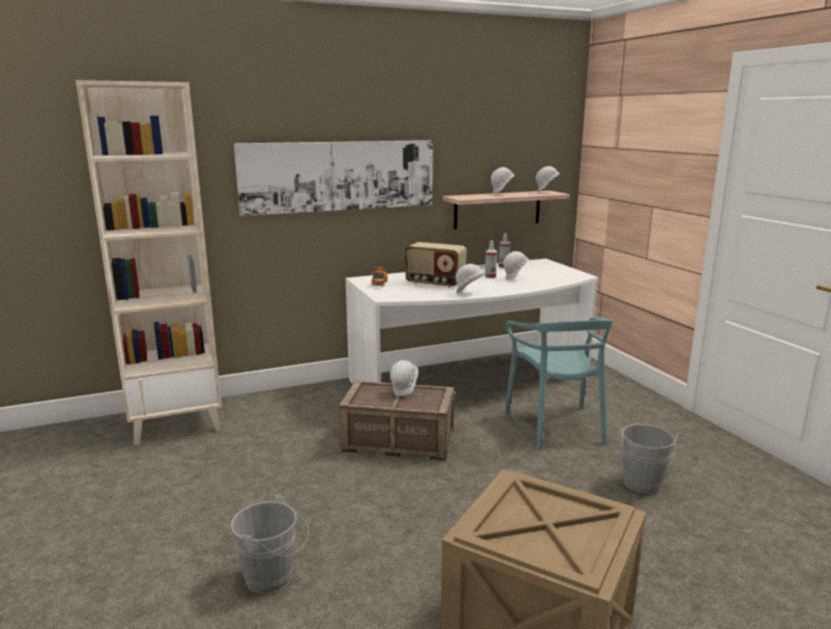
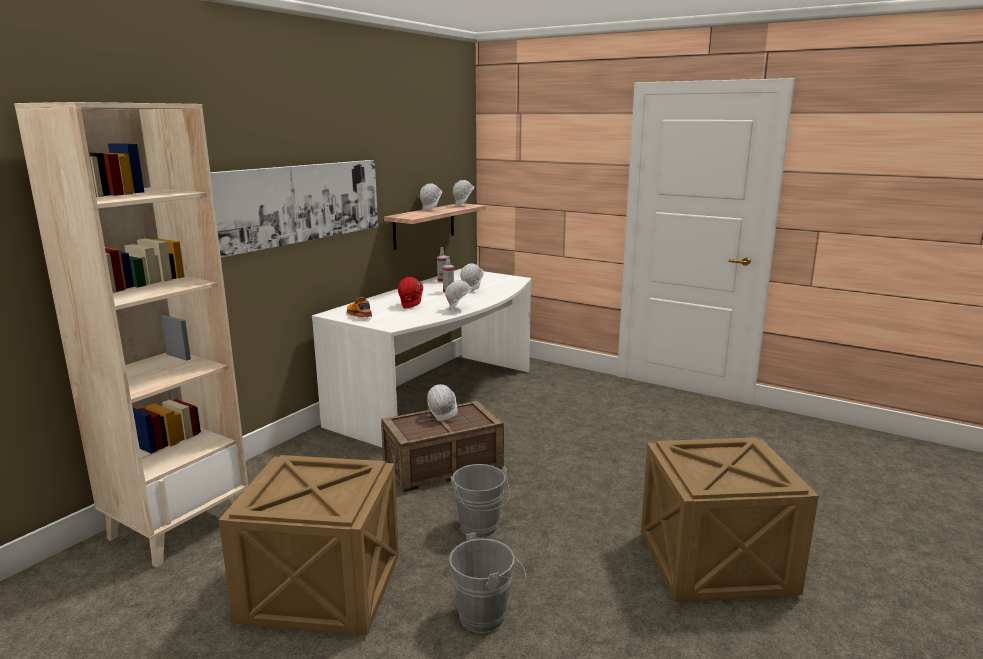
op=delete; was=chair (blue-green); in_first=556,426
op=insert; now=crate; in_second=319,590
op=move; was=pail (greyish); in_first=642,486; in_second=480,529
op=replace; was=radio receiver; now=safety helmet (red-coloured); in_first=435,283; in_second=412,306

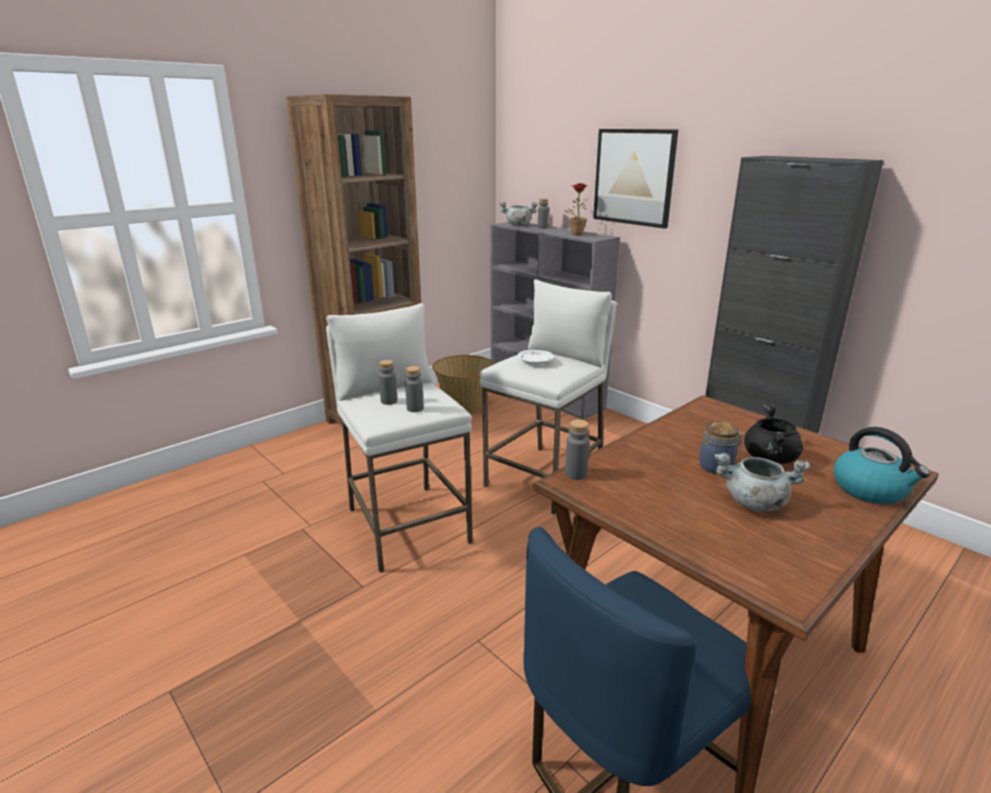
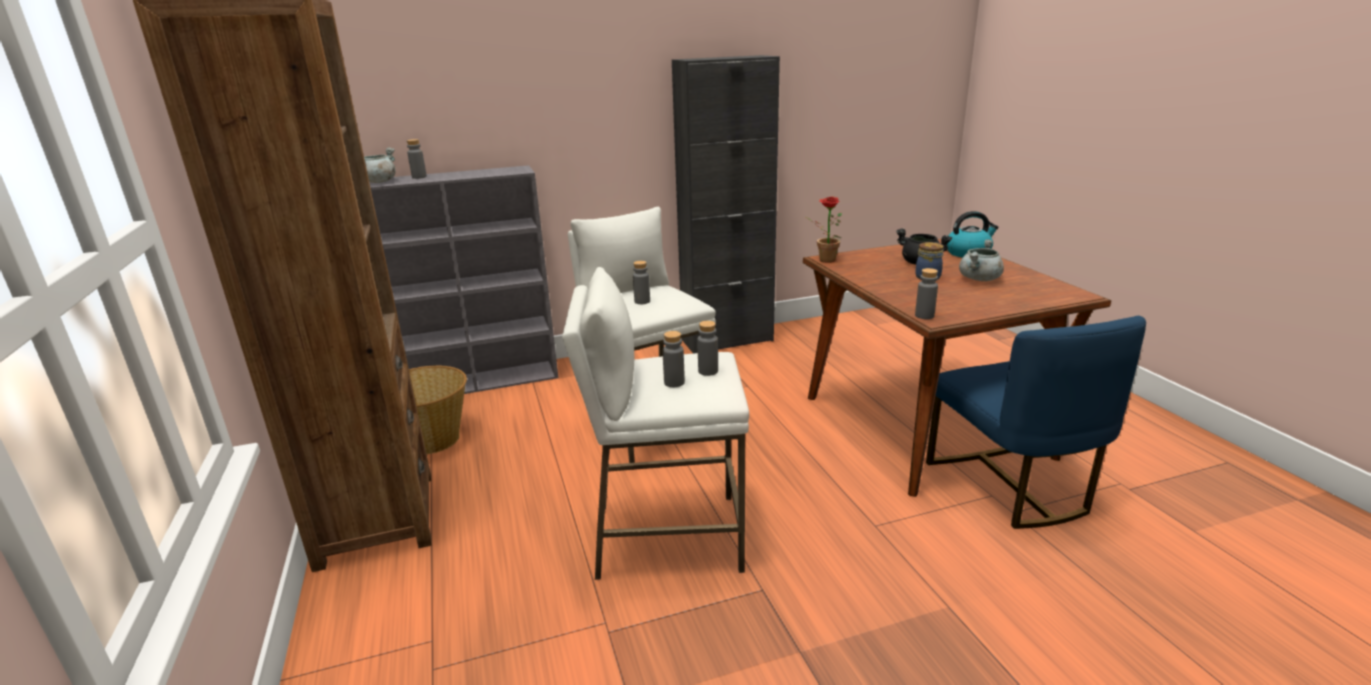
op=delete; was=picture; in_first=634,177
op=move; was=houseplant; in_first=576,233; in_second=823,260
op=replace; was=plate (whitish); now=beverage bottle (greyish); in_first=536,362; in_second=642,301

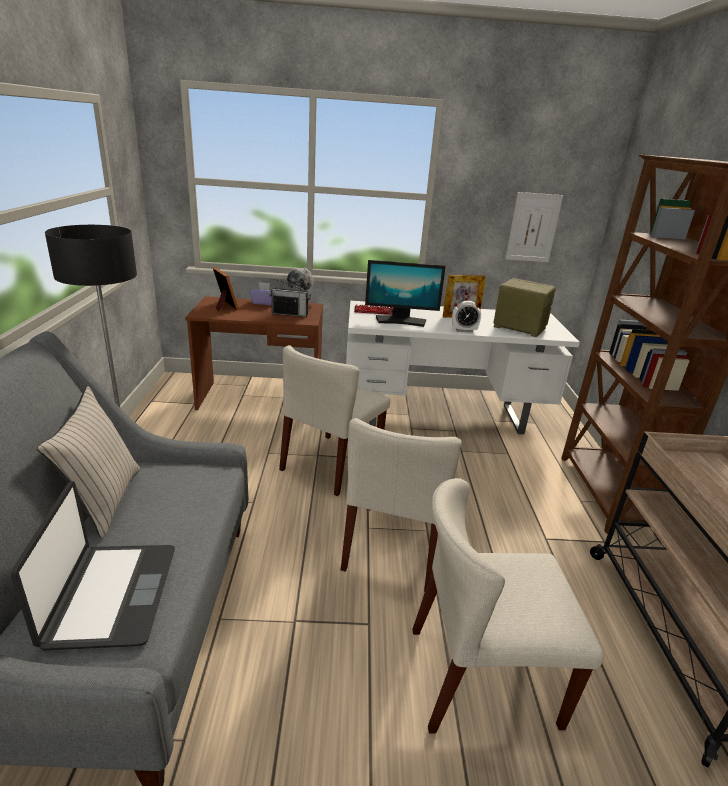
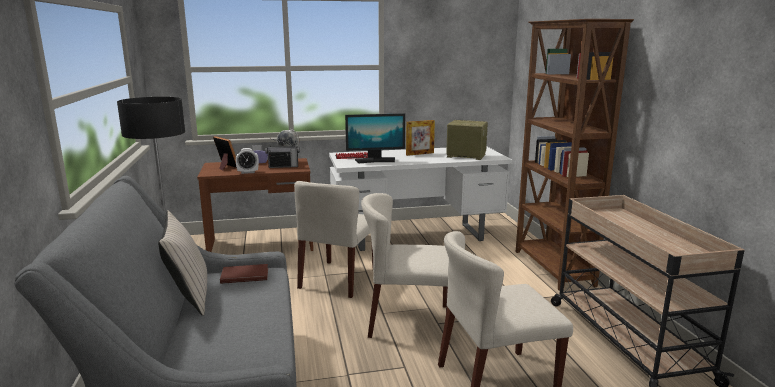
op=delete; was=notebook computer; in_first=110,595
op=delete; was=picture; in_first=533,228
op=insert; now=bound book (brown-coloured); in_second=244,275
op=move; was=bedside clock; in_first=464,330; in_second=248,172
op=rotate; was=chair (beige-coloured); in_first=395,546; in_second=408,321; clockwise=90

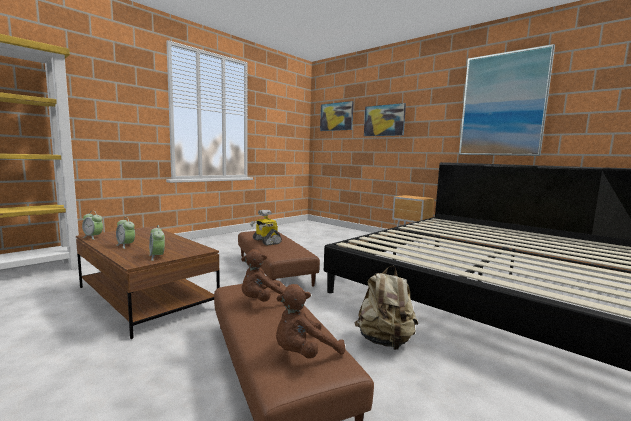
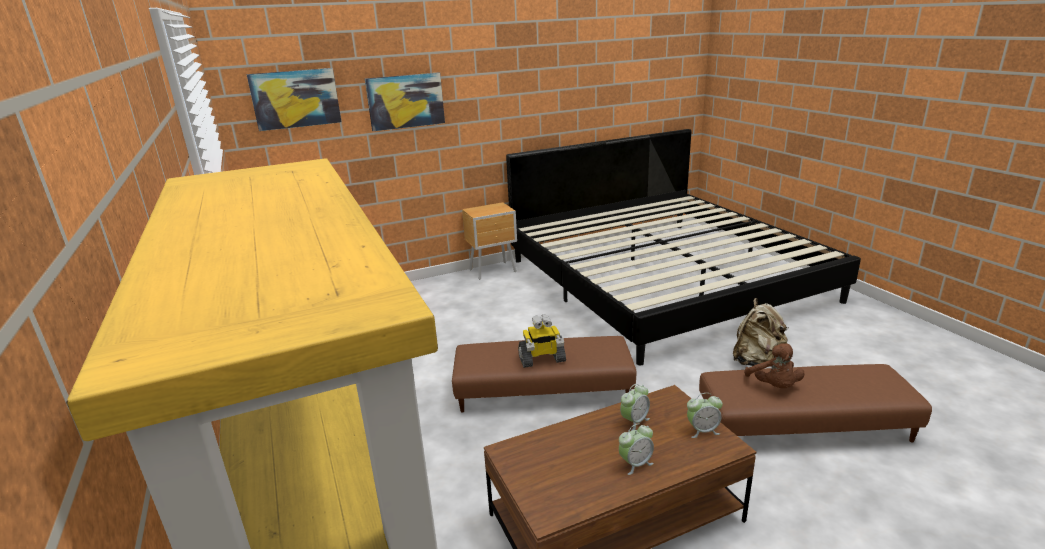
op=delete; was=plush toy (brown-coloured); in_first=304,353
op=delete; was=picture; in_first=502,105
op=move; was=bedside clock; in_first=93,237; in_second=634,421

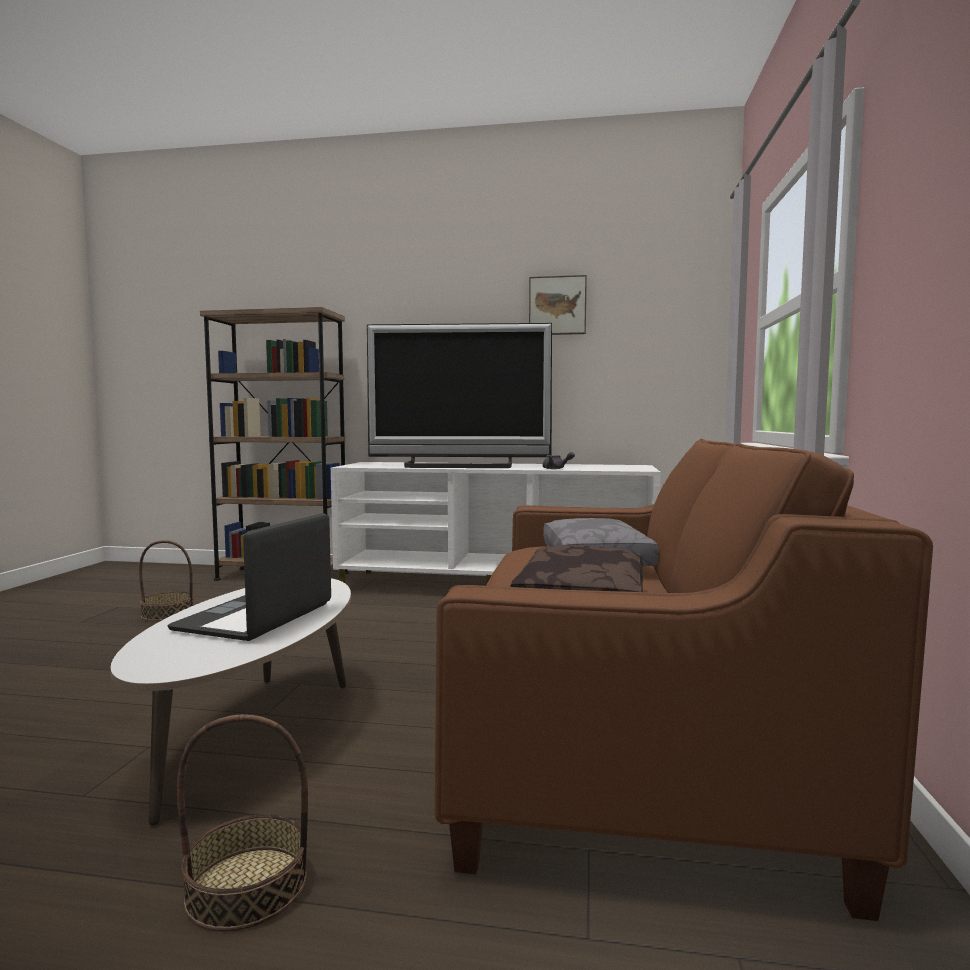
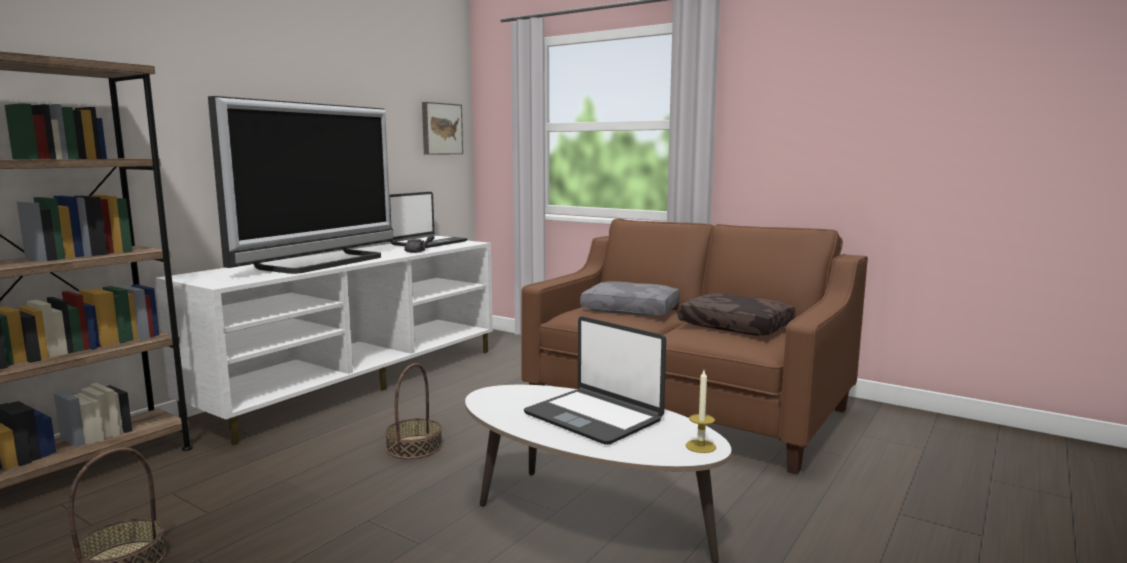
op=insert; now=notebook computer; in_second=428,243
op=insert; now=wax candle; in_second=700,446
op=move; was=basket; in_first=247,886; in_second=414,447
op=move; was=picture; in_first=557,306; in_second=440,129

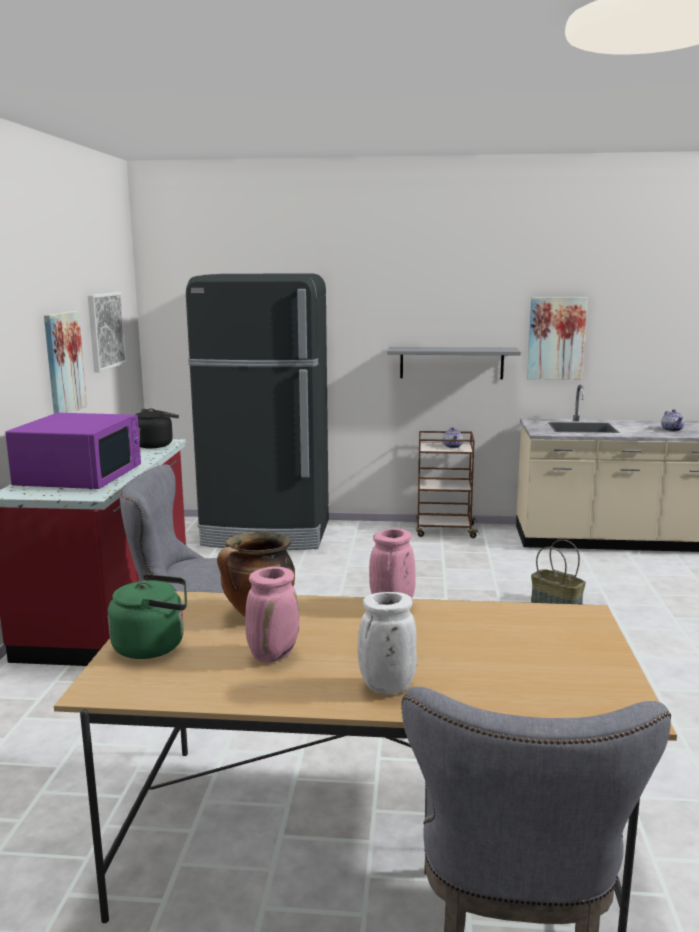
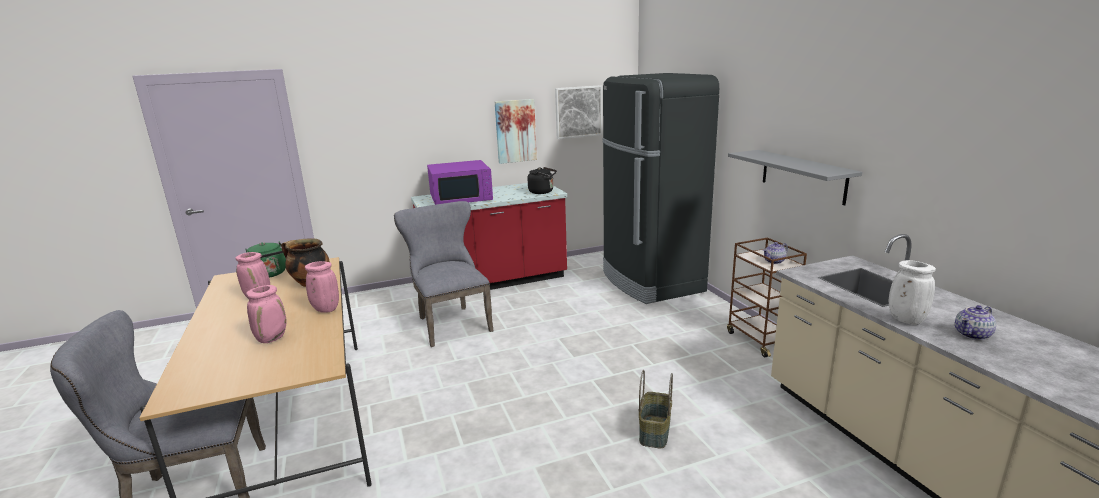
op=delete; was=picture; in_first=556,338
op=insert; now=vase (pink); in_second=272,338
op=move; was=vase (whitish); in_first=386,688; in_second=905,320

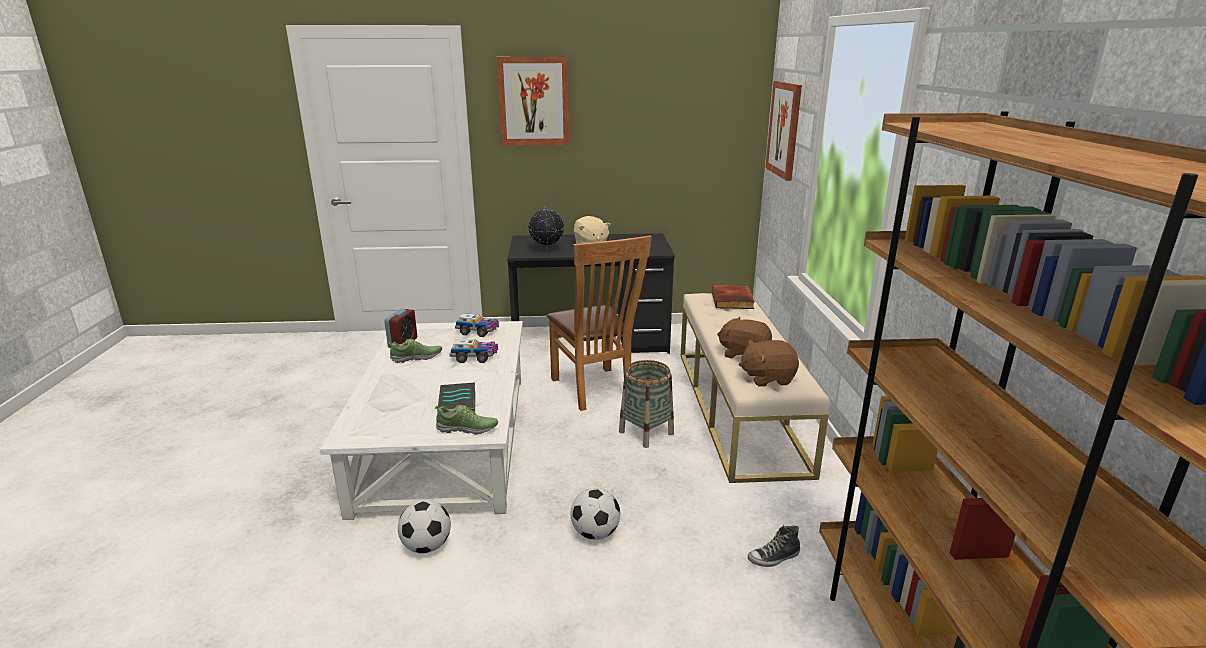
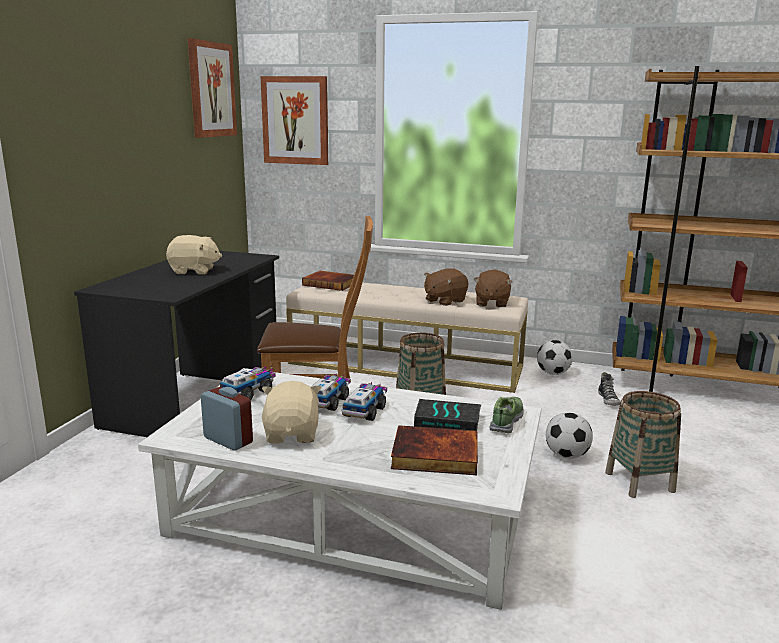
op=delete; was=desk globe; in_first=547,249
op=insert; now=toy truck; in_second=365,411
op=insert; now=bound book; in_second=434,456
op=insert; now=basket; in_second=639,482
op=move; was=football; in_first=427,546; in_second=552,373
op=move; was=picture; in_first=534,101; in_second=211,90
op=replace; was=low shoe; now=plush toy (beige-coloured); in_first=417,358; in_second=292,434

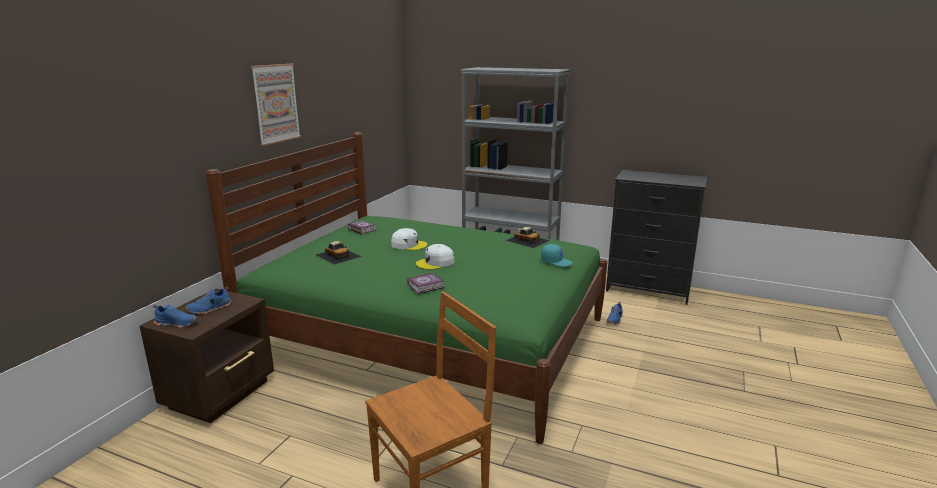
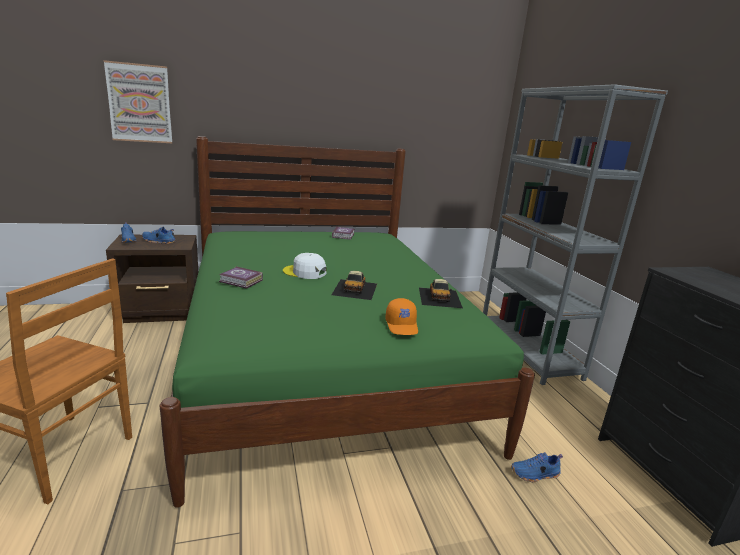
op=delete; was=baseball cap (whitish); in_first=409,245
op=move; was=picture; in_first=275,103; in_second=140,103
op=move; was=toy car; in_first=338,255; in_second=355,289
op=recolor; was=baseball cap (blue-green); now=baseball cap (orange); in_first=556,261; in_second=402,326

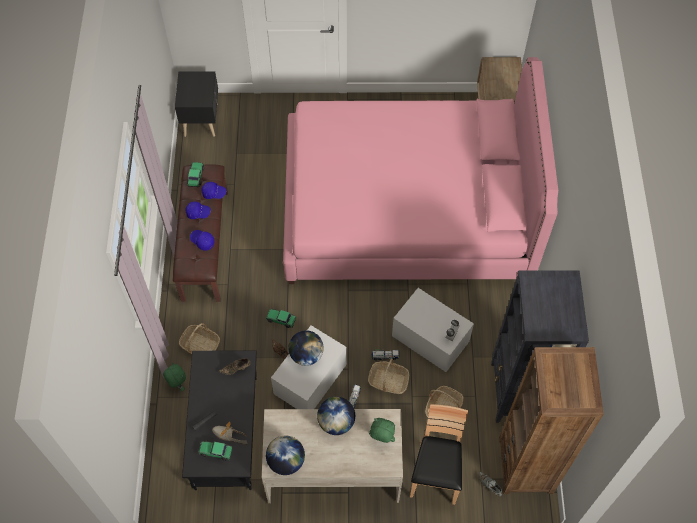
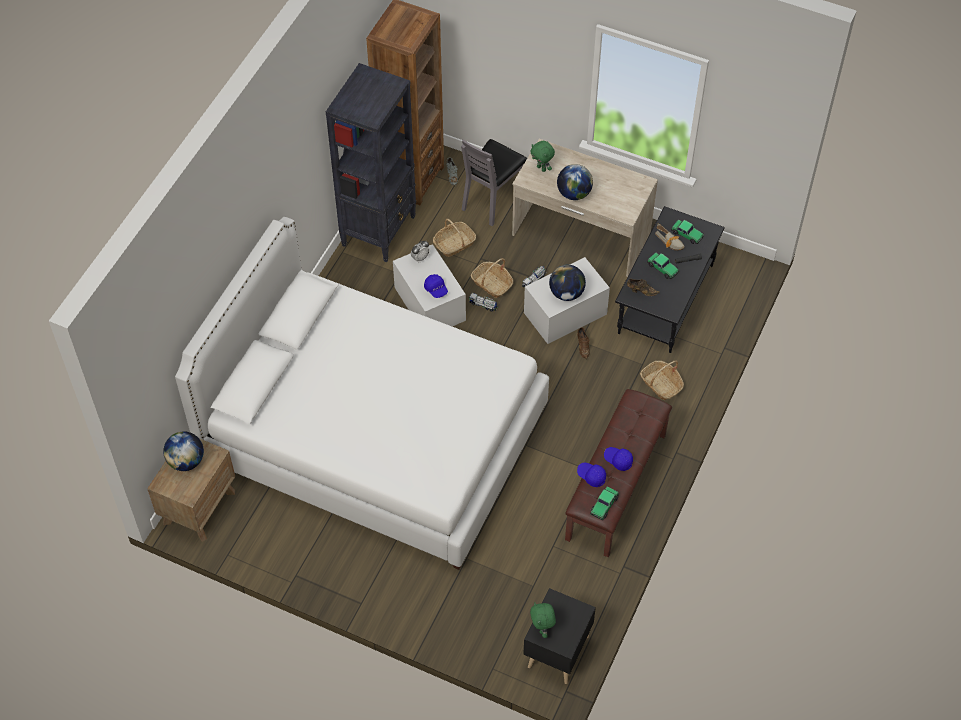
op=move; was=plush toy (green); in_first=177,384; in_second=542,629
op=move; was=baseball cap (bluish); in_first=202,241; in_second=436,289
op=move; was=toy car; in_first=281,319; in_second=663,268
op=move; was=desk globe; in_first=286,461; in_second=186,461
op=recolor; was=bed (pink); now=bed (whitish); in_first=406,210; in_second=374,436
op=recolor; was=chair (brown-coloured); now=chair (greyish); in_first=435,474; in_second=492,200

